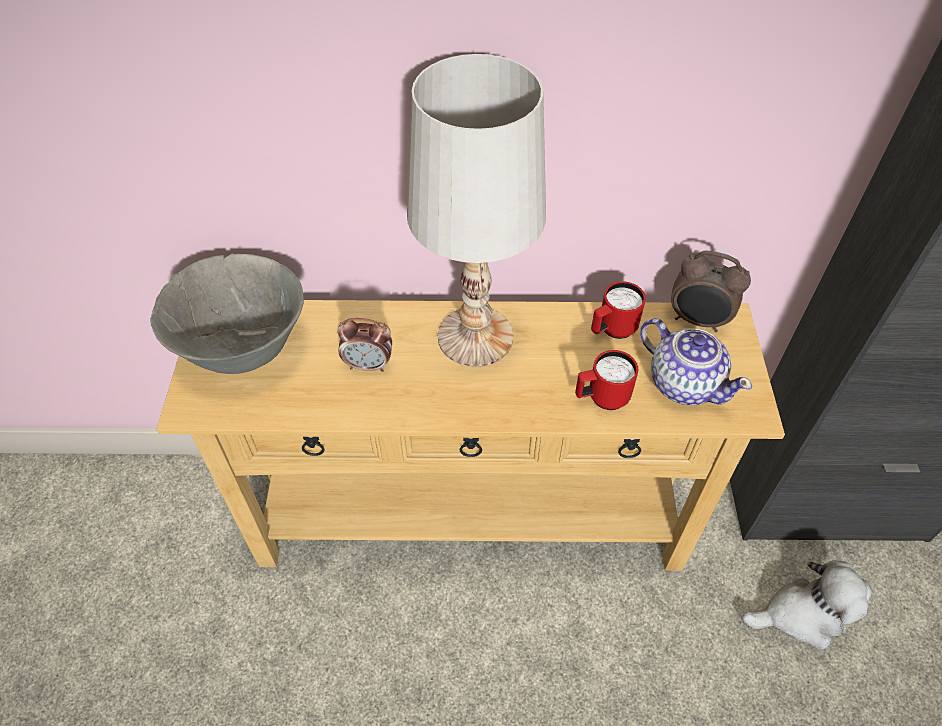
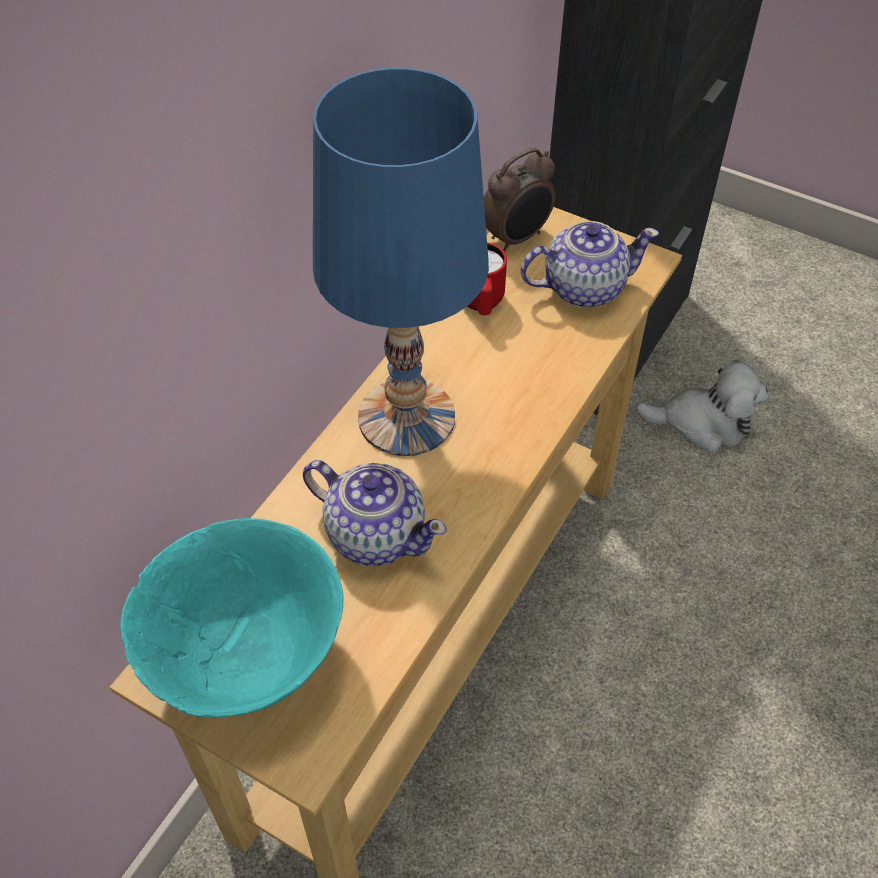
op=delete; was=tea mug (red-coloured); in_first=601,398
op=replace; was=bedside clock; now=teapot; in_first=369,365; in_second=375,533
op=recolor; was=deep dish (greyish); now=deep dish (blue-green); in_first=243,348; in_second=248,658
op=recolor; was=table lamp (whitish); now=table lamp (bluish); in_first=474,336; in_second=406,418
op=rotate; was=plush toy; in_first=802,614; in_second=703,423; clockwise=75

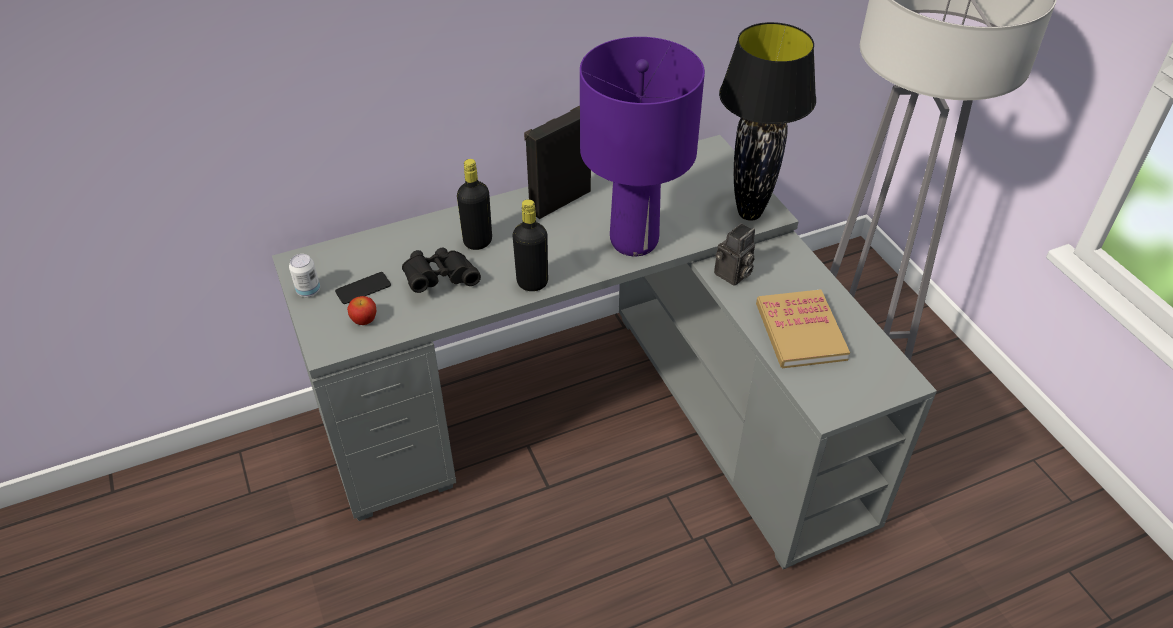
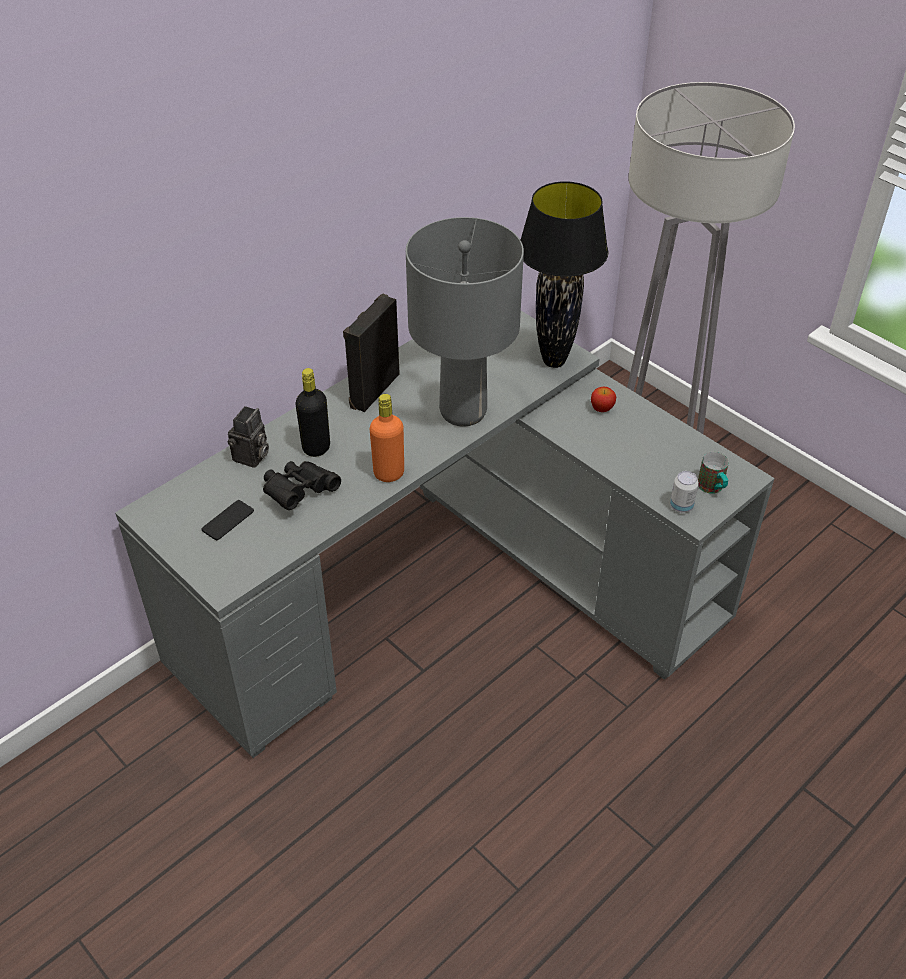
op=delete; was=bound book; in_first=800,331
op=insert; now=tea mug; in_second=712,488
op=move; was=sealed can; in_first=308,291; in_second=681,506
op=move; was=apple fruit; in_first=364,320; in_second=602,408
op=move; was=still camera; in_first=733,275; in_second=251,458
op=recolor; was=beverage bottle (black); now=beverage bottle (orange); in_first=532,283; in_second=389,473
op=recolor; was=table lamp (purple); now=table lamp (greyish); in_first=633,241; in_second=462,411

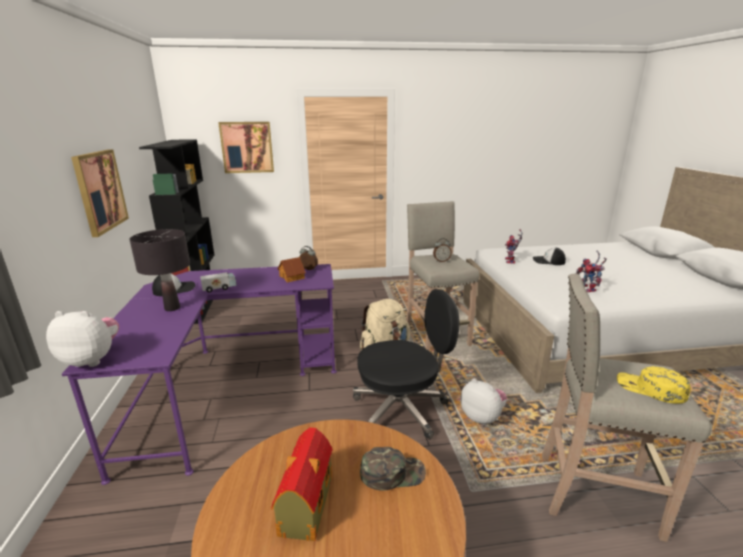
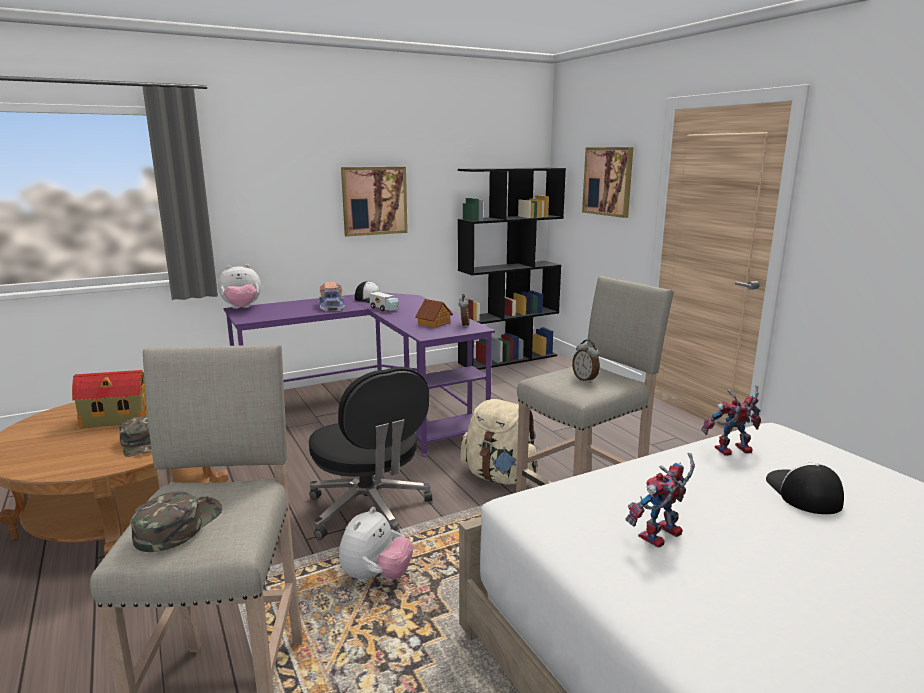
op=replace; was=table lamp (black); now=toy truck; in_first=172,308; in_second=332,306
op=recolor; was=baseball cap (yellow); now=baseball cap (green); in_first=650,389; in_second=178,525
op=rotate; was=plush toy; in_first=92,359; in_second=242,308; clockwise=90

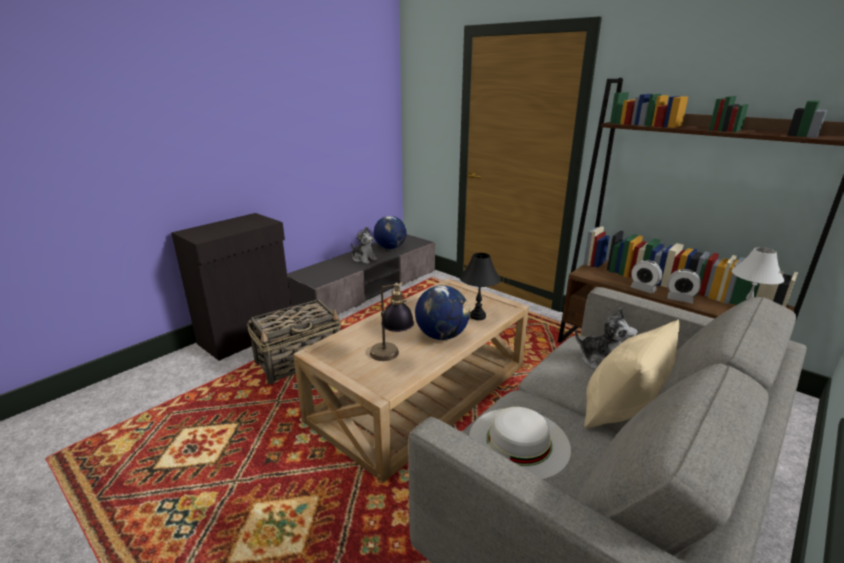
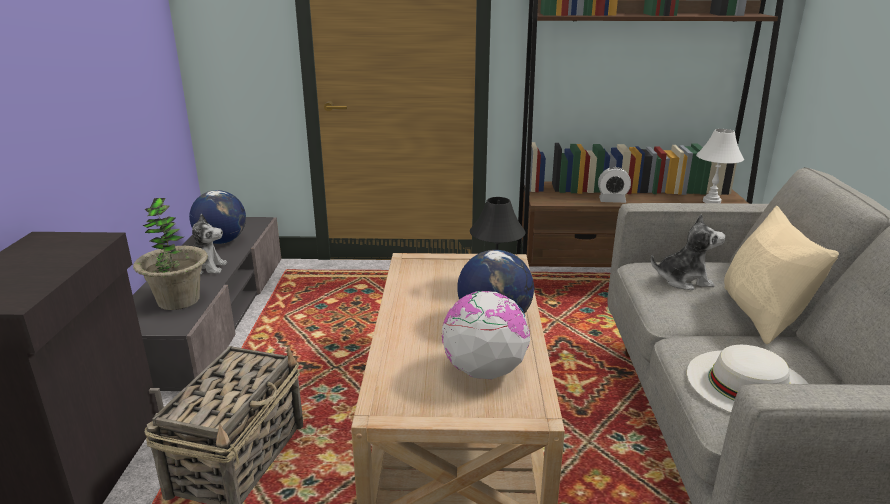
op=delete; was=bedside clock; in_first=680,299
op=insert; now=houseplant; in_second=178,300
op=replace; was=table lamp; now=desk globe; in_first=391,358; in_second=484,371

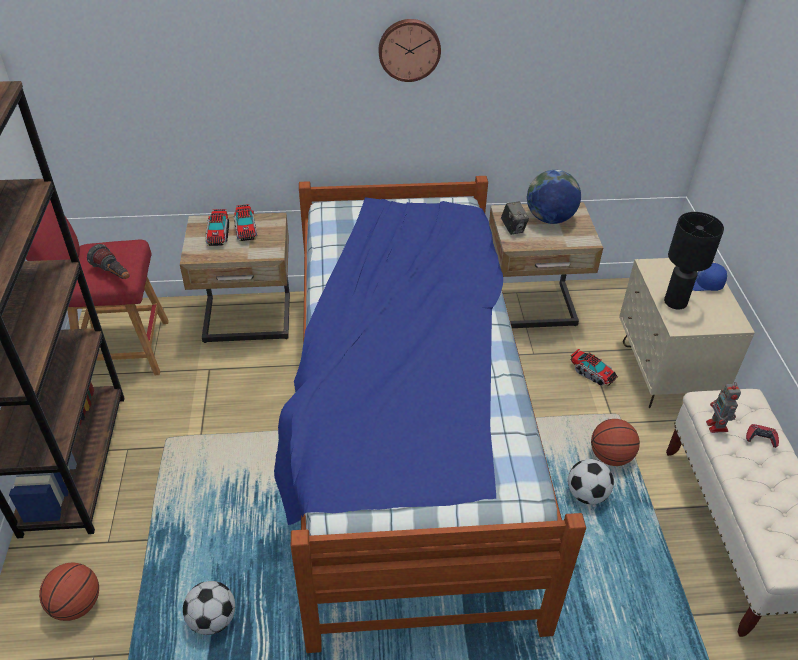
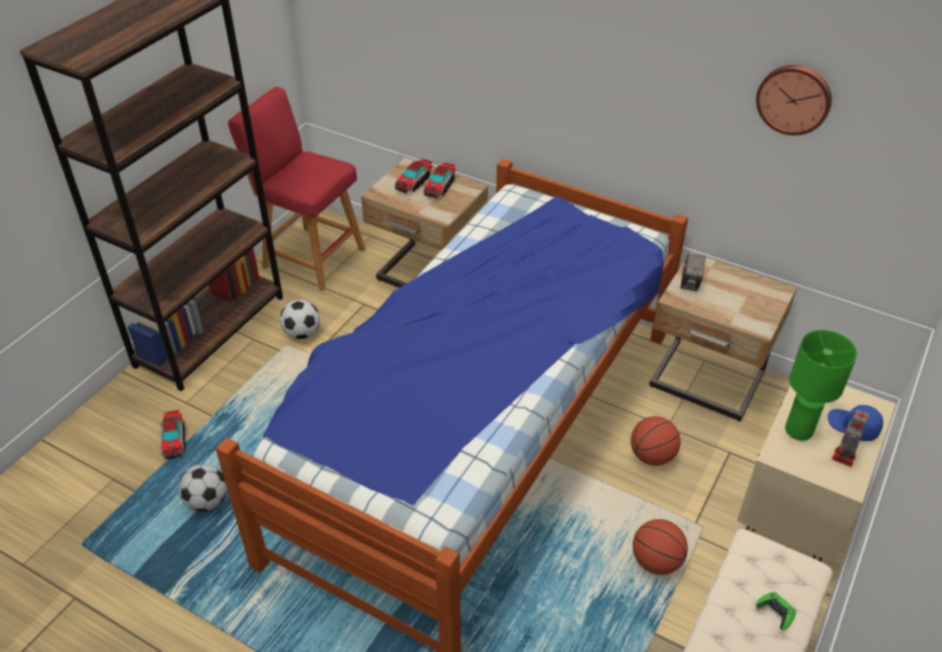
op=delete; was=hand torch; in_first=114,274
op=delete; was=desk globe; in_first=550,218
op=move; was=basketball ball; in_first=76,605; in_second=652,456
op=move; was=wall clock; in_first=409,49; in_second=794,98
op=move; was=football; in_first=586,494; in_second=302,333
op=move; was=toy truck; in_first=592,373; in_second=174,440
op=move; was=robot figure; in_first=717,427; in_second=843,458
op=recolor; was=table lamp (black); now=table lamp (green); in_first=674,302; in_second=798,430
op=recolor; was=gamepad (red-coloured); now=gamepad (green); in_first=761,438; in_second=775,612

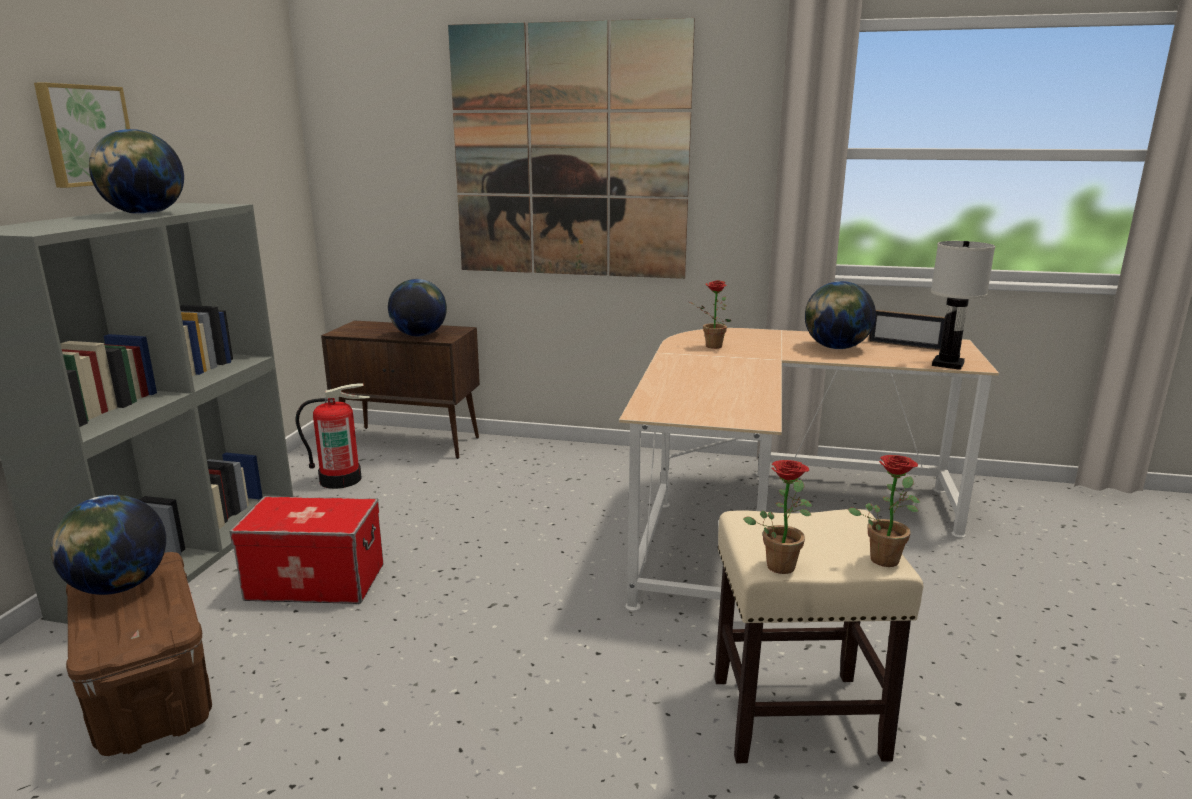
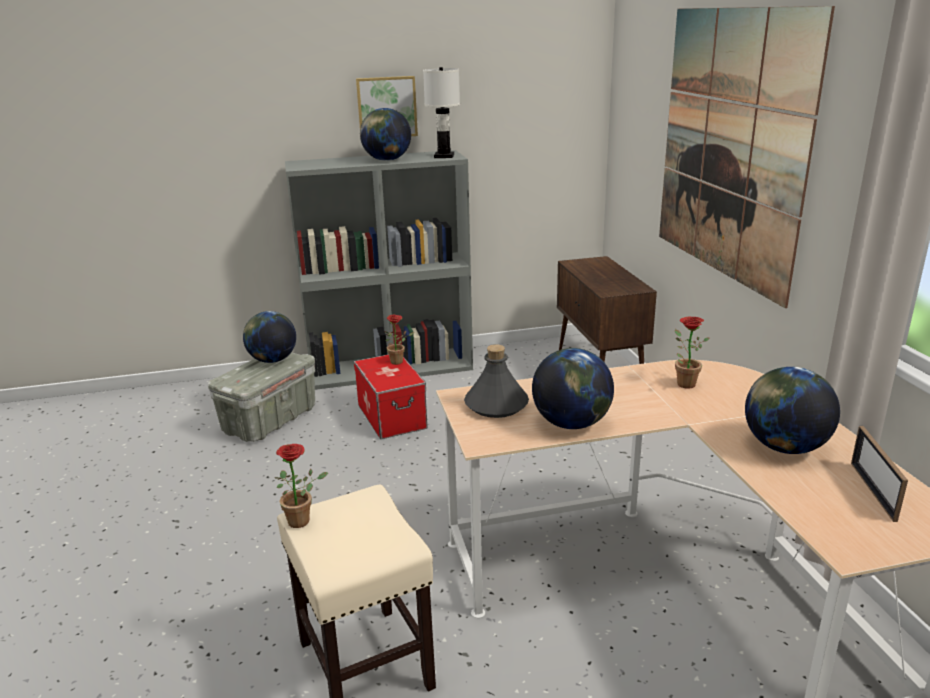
op=delete; was=extinguisher; in_first=341,479
op=insert; now=beverage bottle (greyish); in_second=496,405
op=move; was=desk globe; in_first=419,335; in_second=571,423
op=move; was=houseplant; in_first=884,557; in_second=399,361
op=move; was=table lamp (whitish); in_first=947,364; in_second=444,156
op=recolor; was=storage container (brown-coloured); now=storage container (greyish); in_first=149,695; in_second=270,420

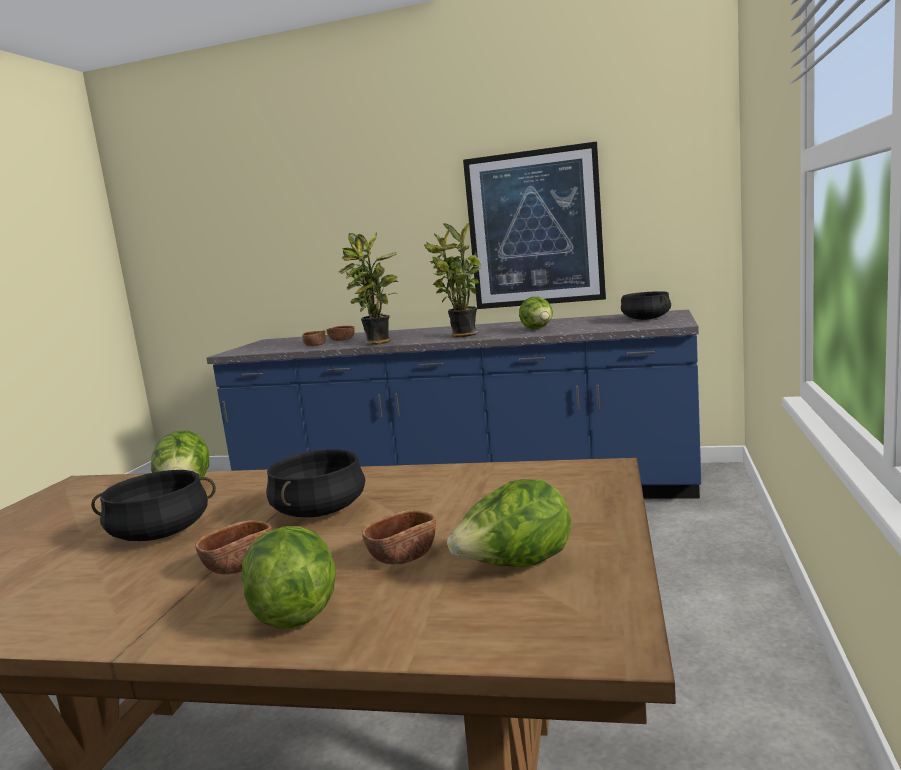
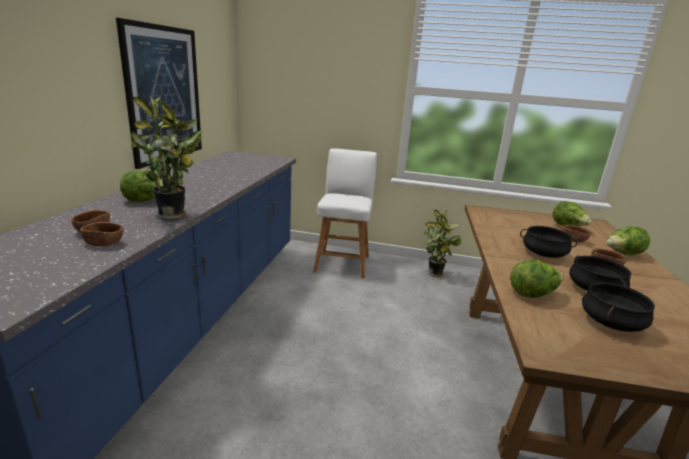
op=insert; now=chair (whitish); in_second=342,262
op=move; was=houseplant; in_first=461,335; in_second=436,274
op=move; was=lettuce head; in_first=538,329; in_second=145,200
op=move; was=cooking pot (black); in_first=645,319; in_second=611,323

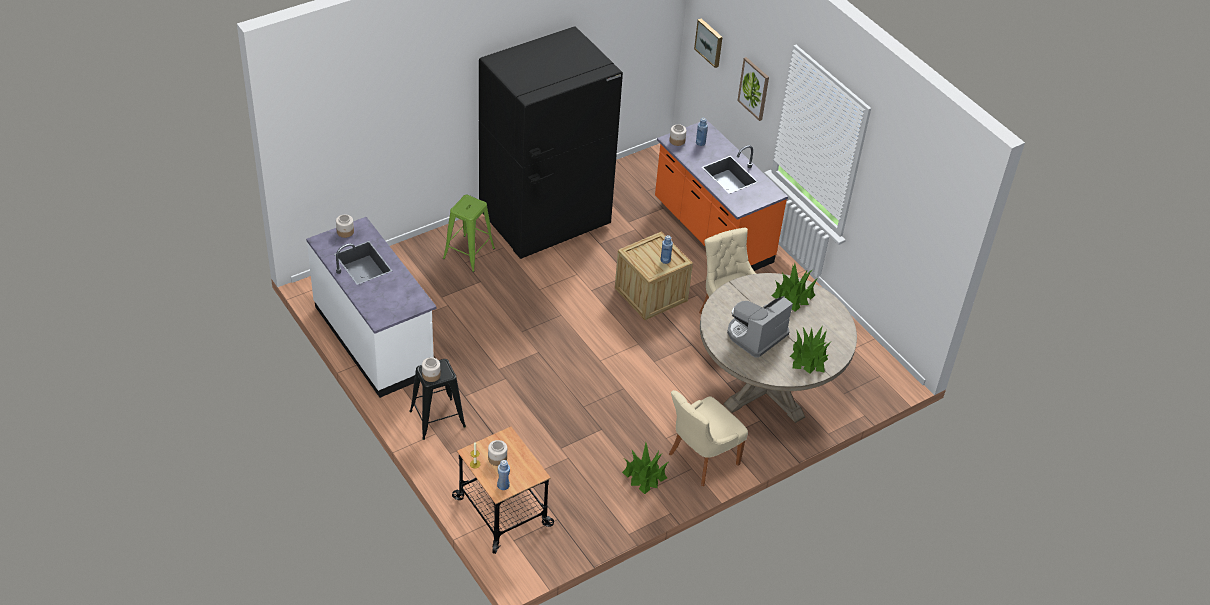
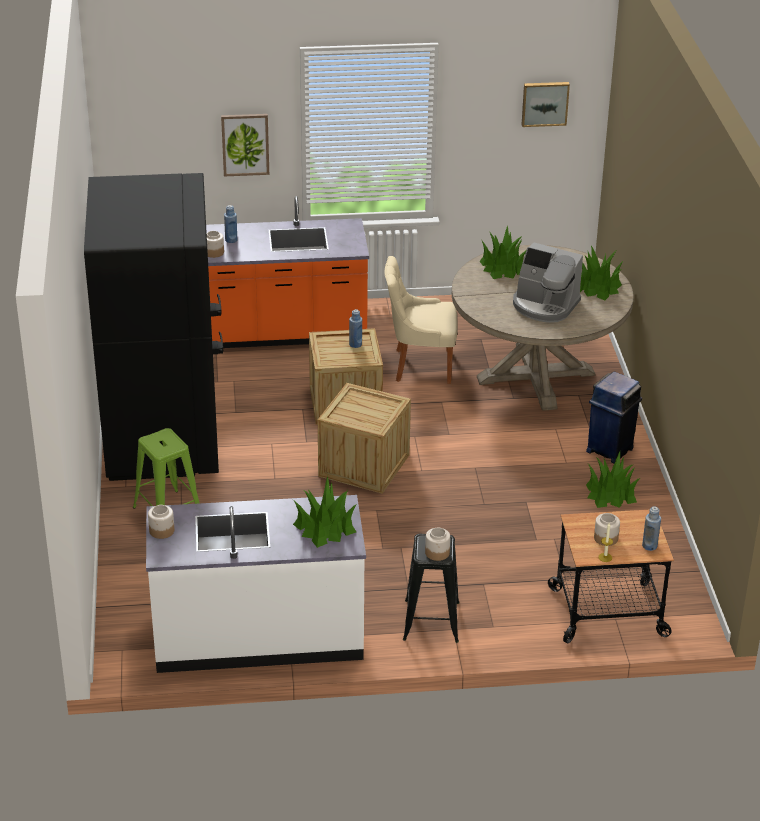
op=insert; now=houseplant; in_second=325,527
op=insert; now=crate; in_second=364,465
op=move; was=picture; in_first=709,42; in_second=544,103
op=replace; was=chair (beige-coloured); now=waste bin (bluish); in_first=701,459; in_second=610,449
op=rotate; was=coffee brewer; in_first=755,335; in_second=544,306; clockwise=-45

